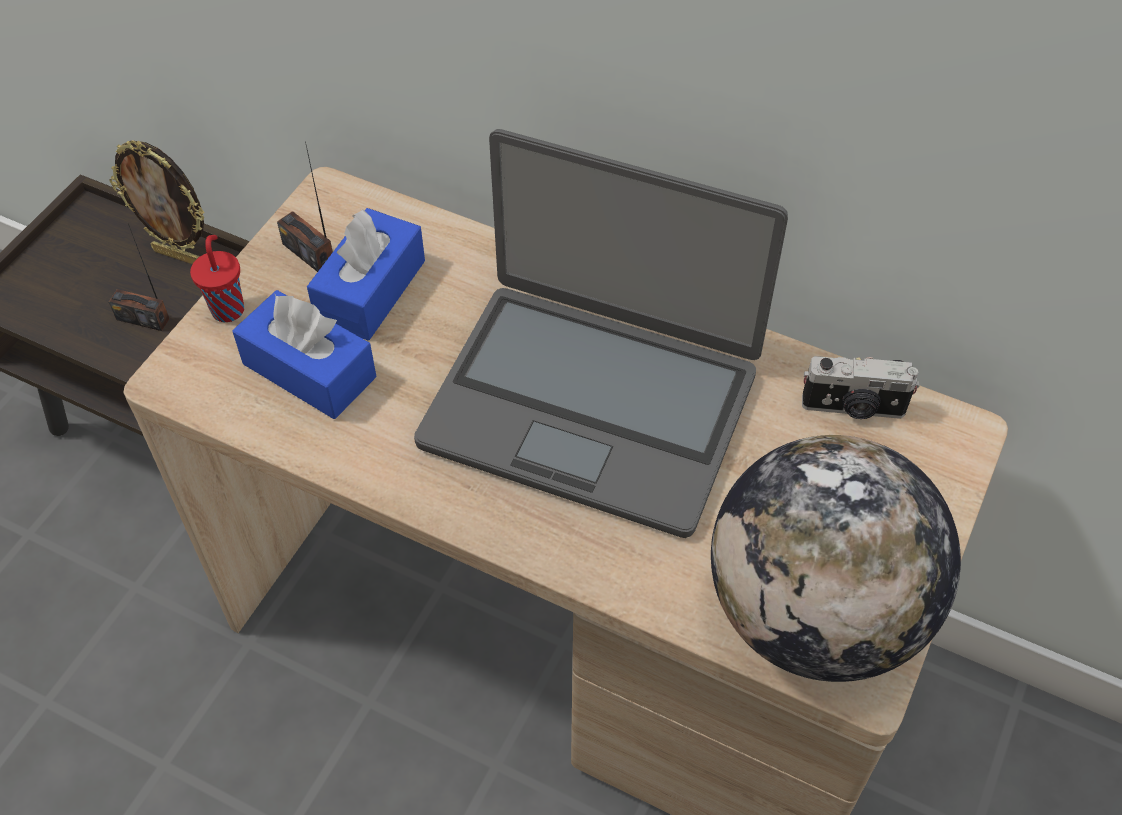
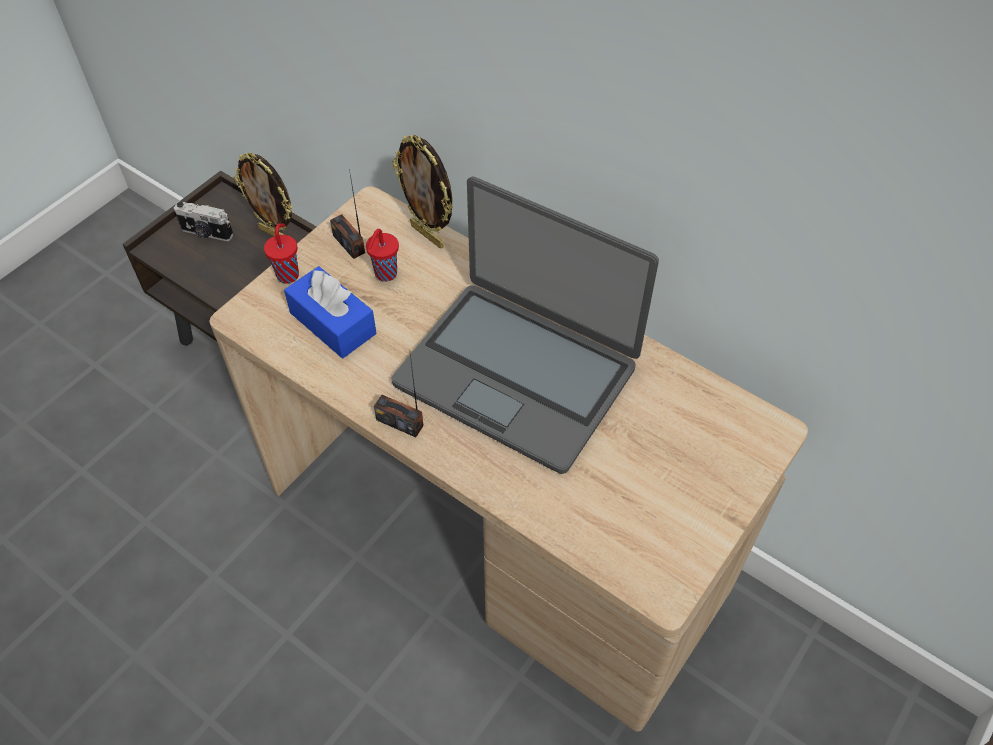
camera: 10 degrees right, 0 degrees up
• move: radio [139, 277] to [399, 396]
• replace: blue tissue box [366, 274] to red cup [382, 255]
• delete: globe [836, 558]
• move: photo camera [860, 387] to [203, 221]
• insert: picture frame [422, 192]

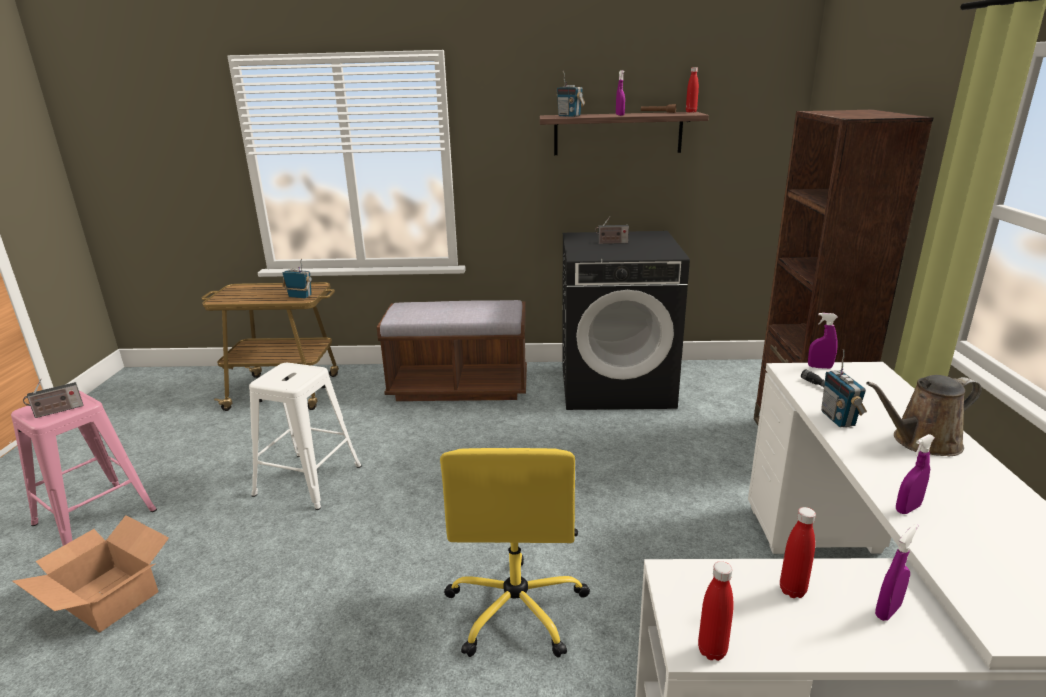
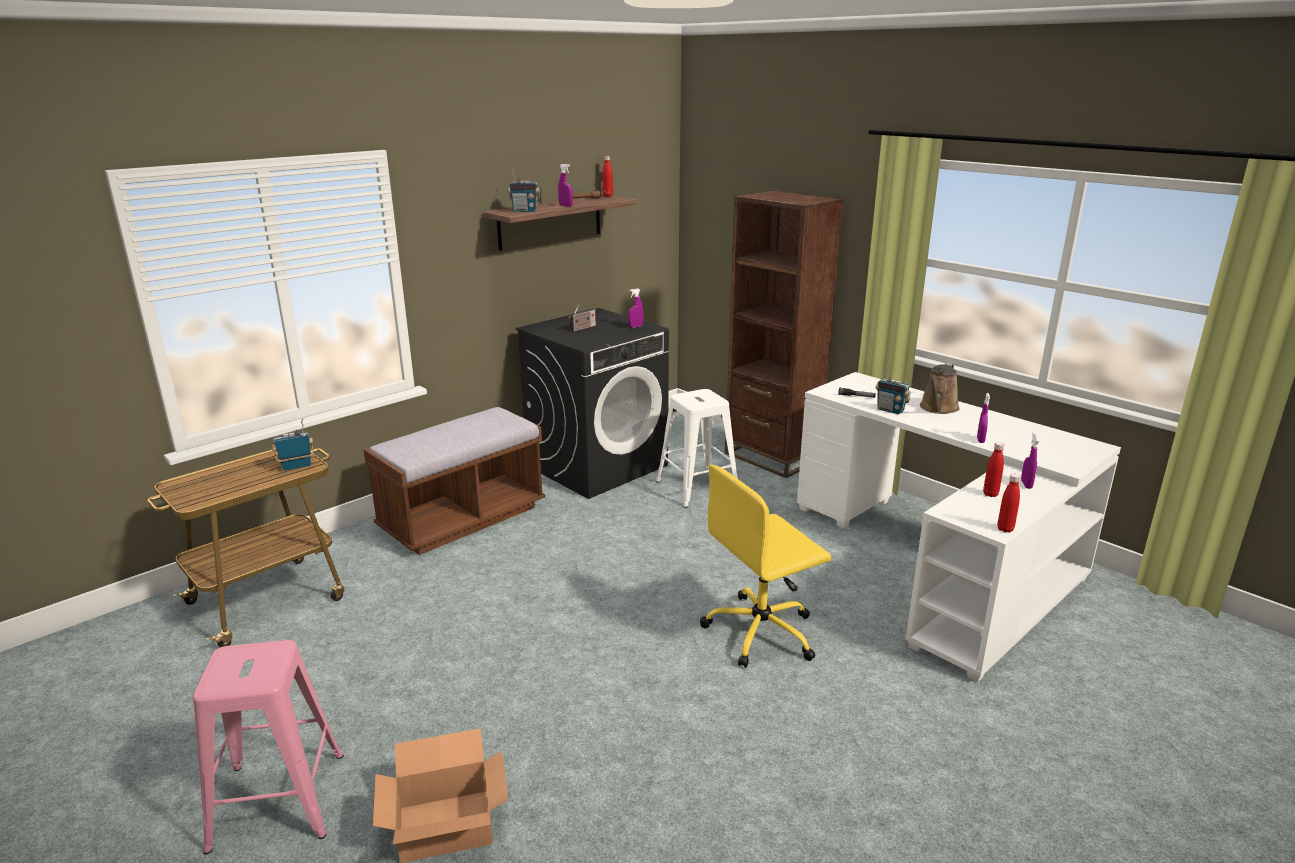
camera: 45 degrees left, 0 degrees up
• delete: radio [53, 398]
• move: white stool [305, 436] to [696, 448]
• rotate: yellow office chair [515, 553] = [765, 566] 105 degrees clockwise
• move: purple spray bottle [823, 341] to [636, 308]

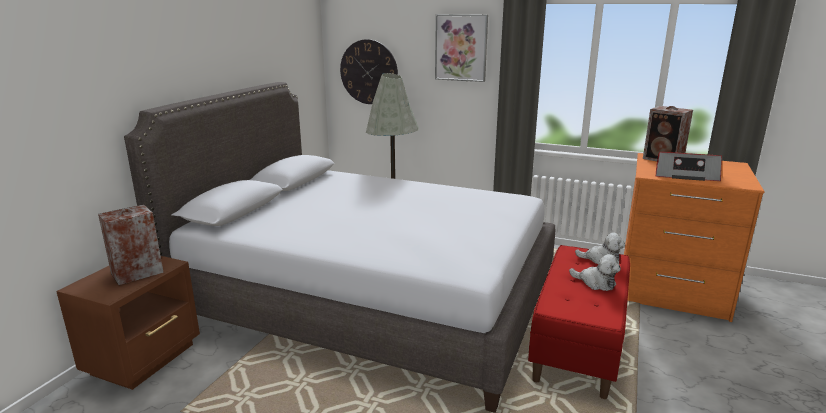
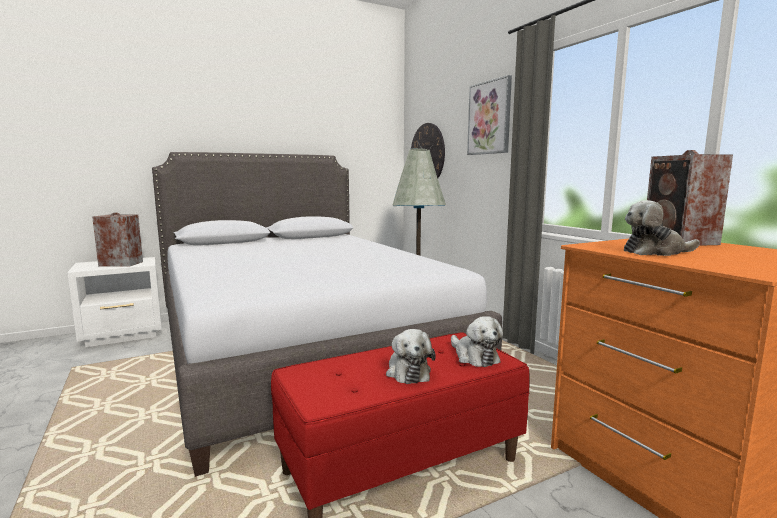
camera: 40 degrees right, 10 degrees down
• recolor: brown nightstand [128, 323] to white nightstand [114, 302]
• replace: radio [689, 166] to plush toy [662, 228]

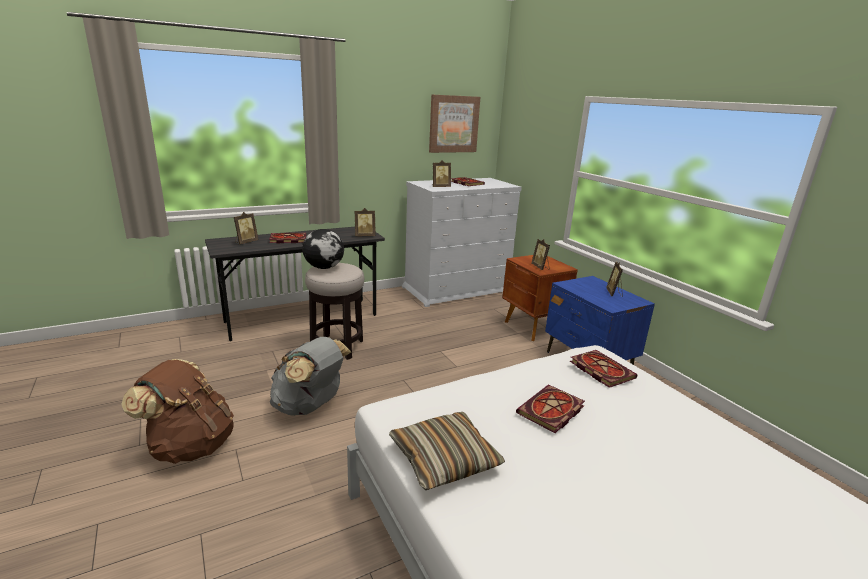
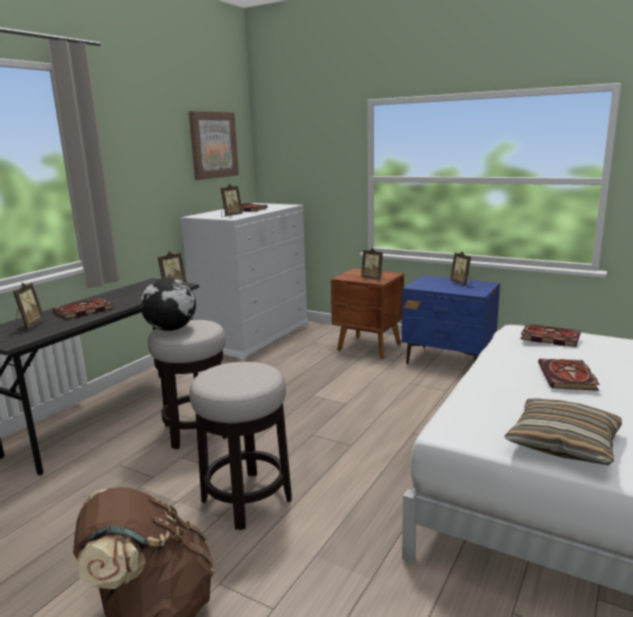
camera: 30 degrees left, 5 degrees down
• replace: grey backpack [310, 376] to stool [240, 446]

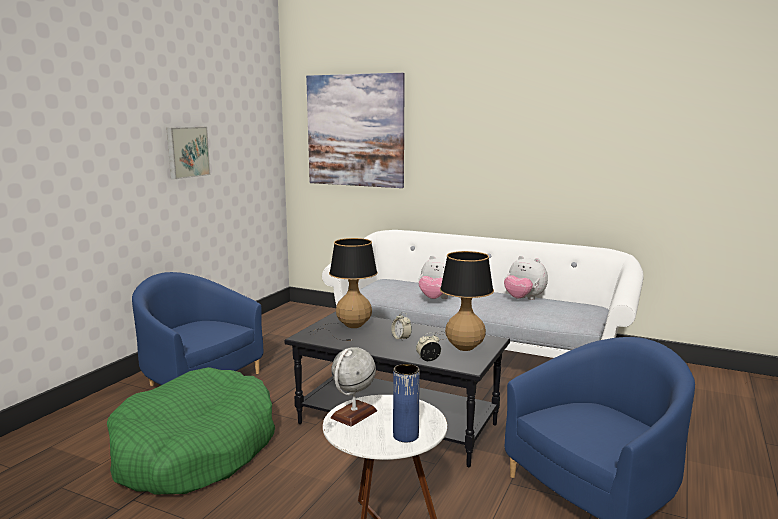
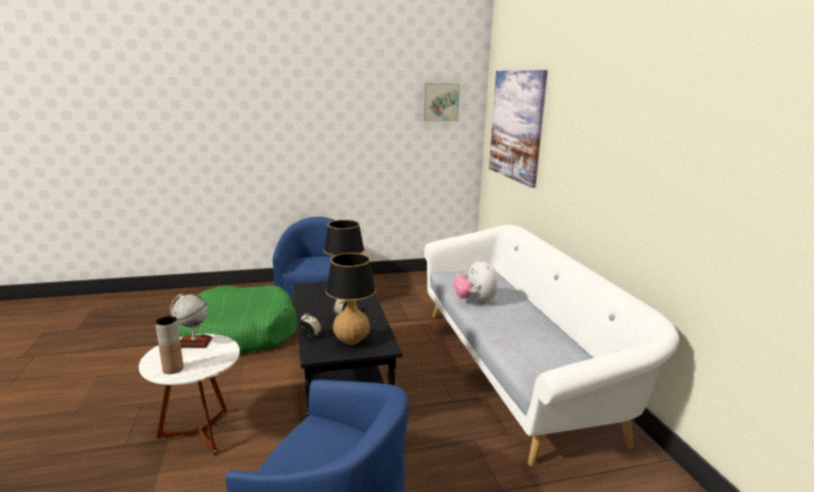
camera: 50 degrees right, 5 degrees up
• move: picture [188, 153] to [441, 102]
• recolor: blue vase [406, 403] to brown vase [169, 345]
• delete: plush toy [526, 278]

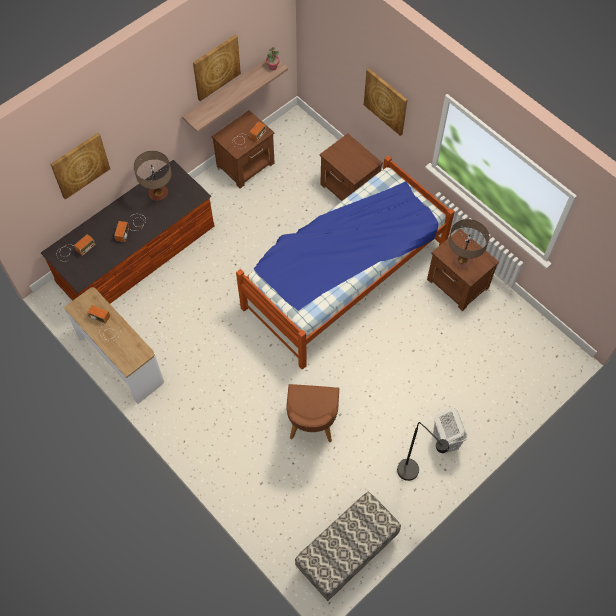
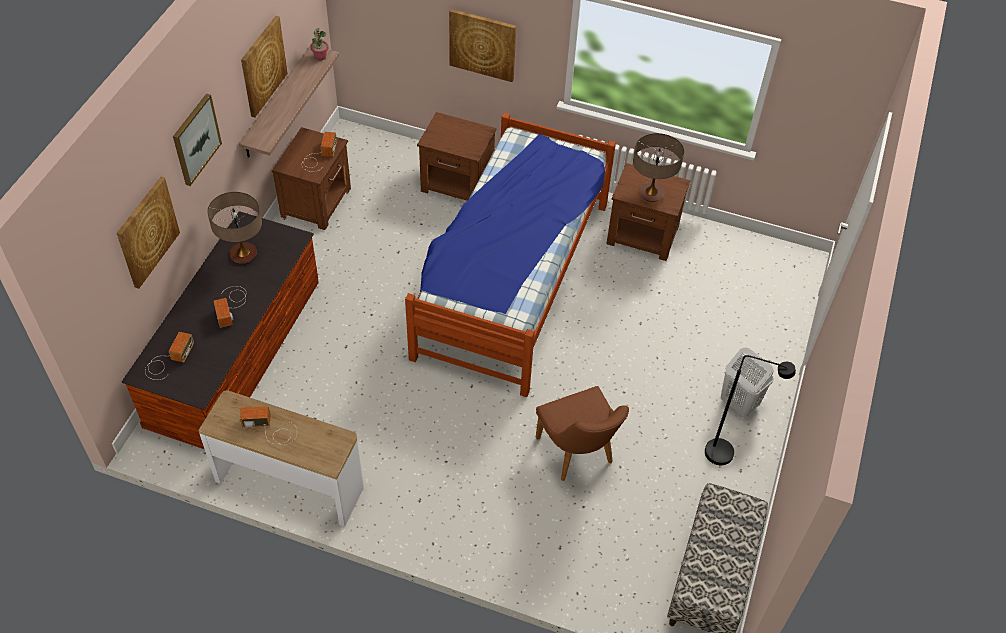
camera: 30 degrees left, 10 degrees down
• insert: picture [197, 139]

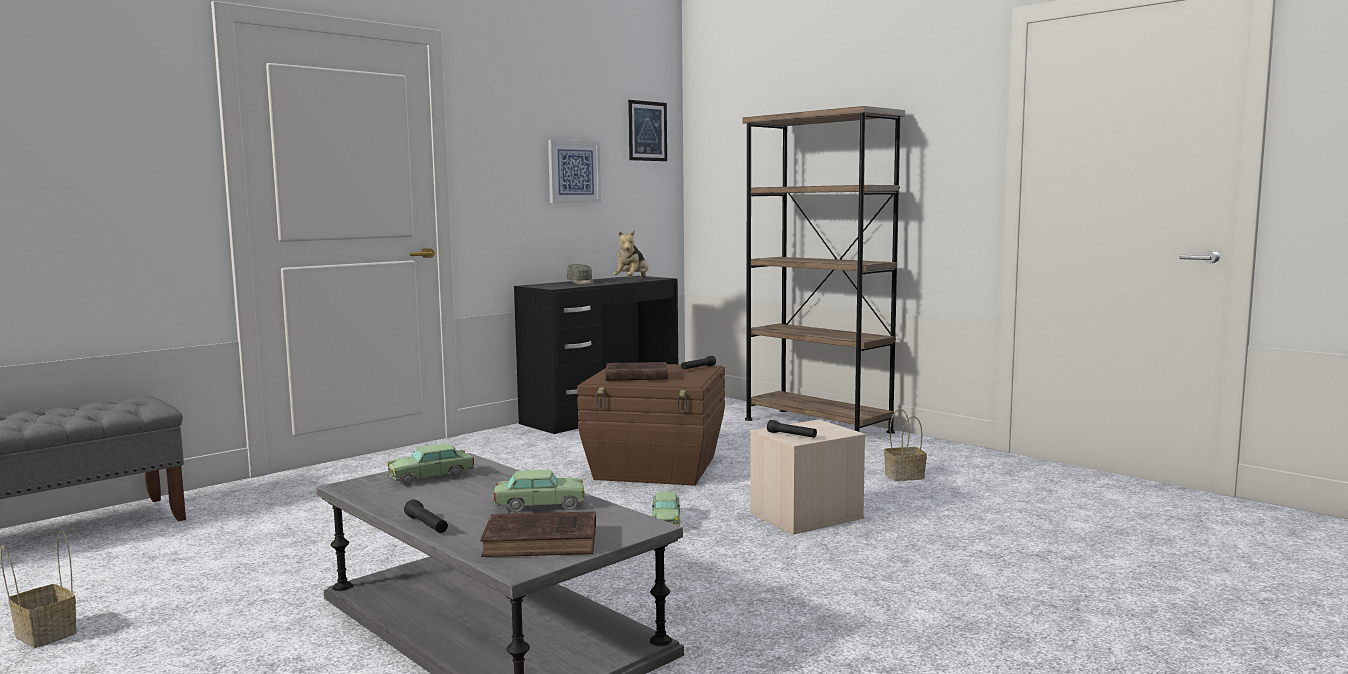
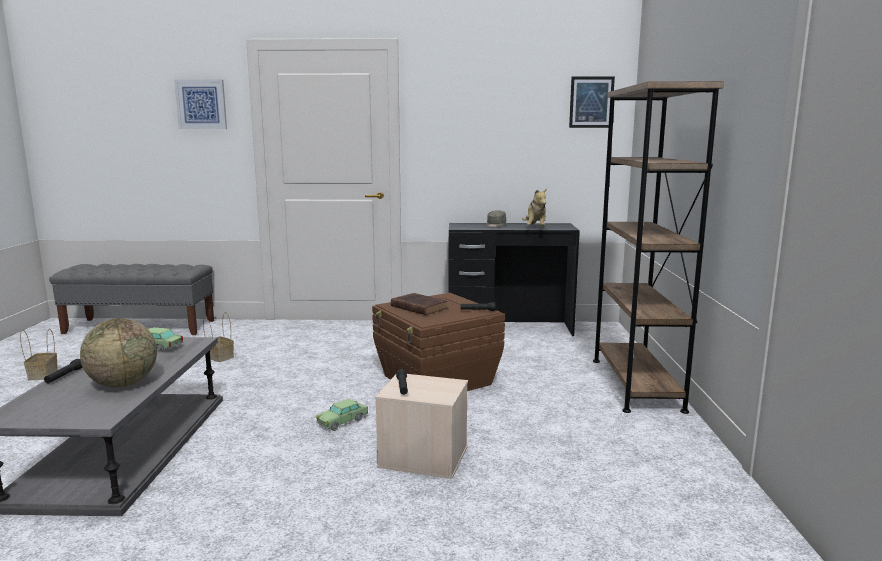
camera: 45 degrees right, 5 degrees up
• delete: brown book [538, 534]
• replace: toy car [539, 491] to globe [118, 352]
• move: picture [574, 171] to [200, 104]
• rotate: plush toy [631, 254] = [534, 207] 60 degrees counterclockwise
• move: basket [905, 445] to [218, 337]

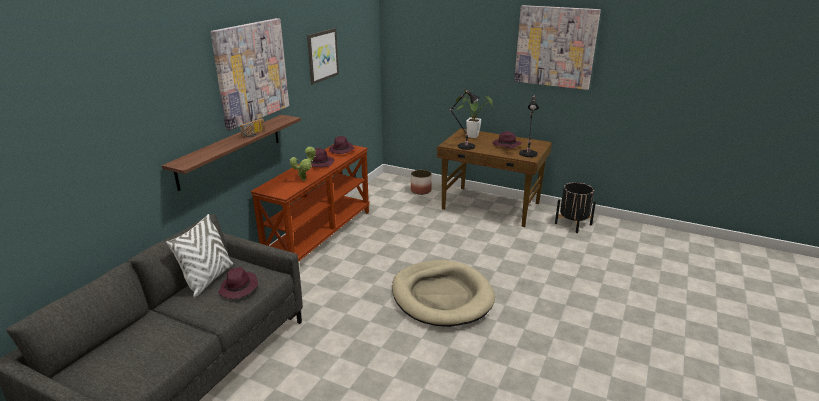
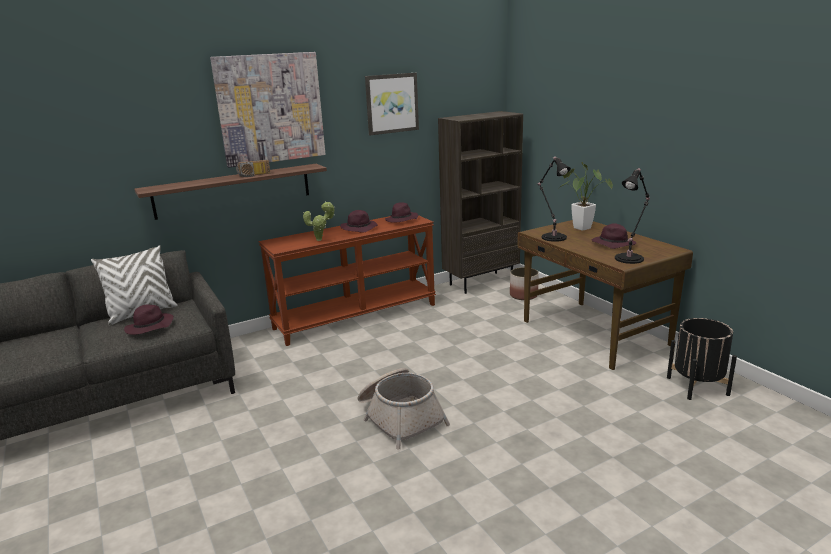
camera: 35 degrees right, 5 degrees down
• replace: beige dog bed [443, 293] to basket [404, 409]
• delete: picture [557, 47]
• insert: brown bookcase [480, 202]

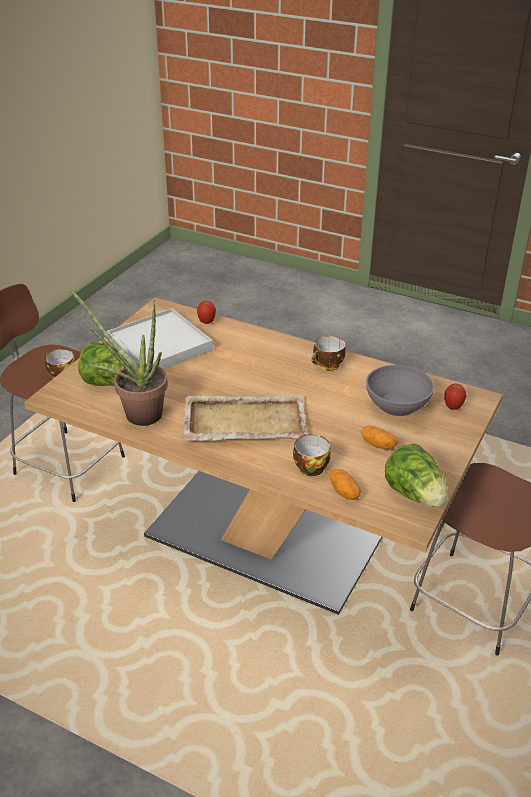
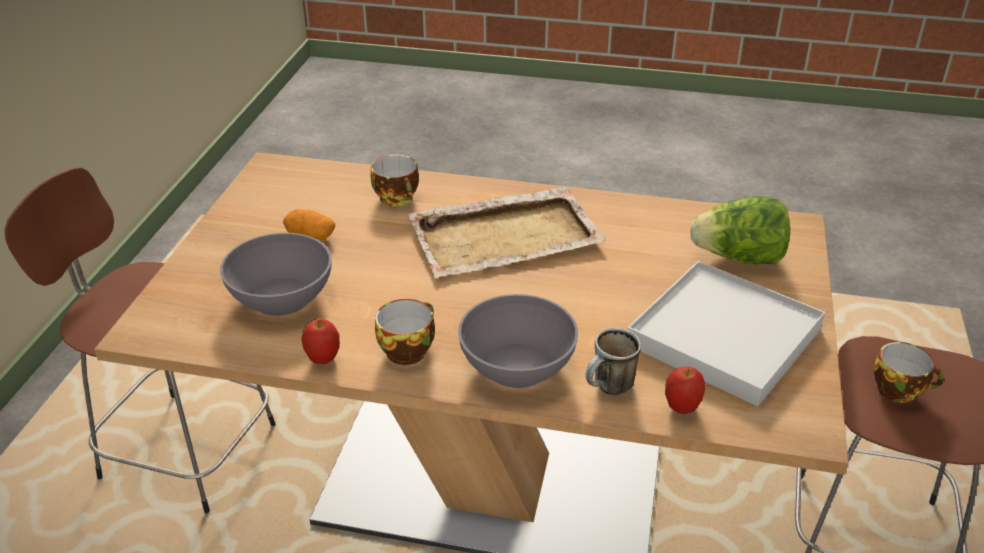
camera: 165 degrees right, 0 degrees up
• delete: potted plant [118, 357]
• delete: potato [345, 484]
• delete: lettuce [416, 475]
• move: apple [455, 396] to [321, 341]
• insert: grey bowl [518, 341]
• insert: mug [613, 361]

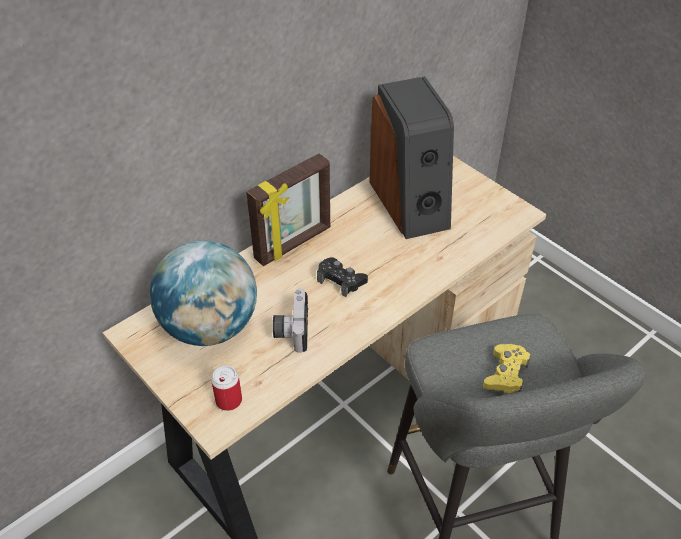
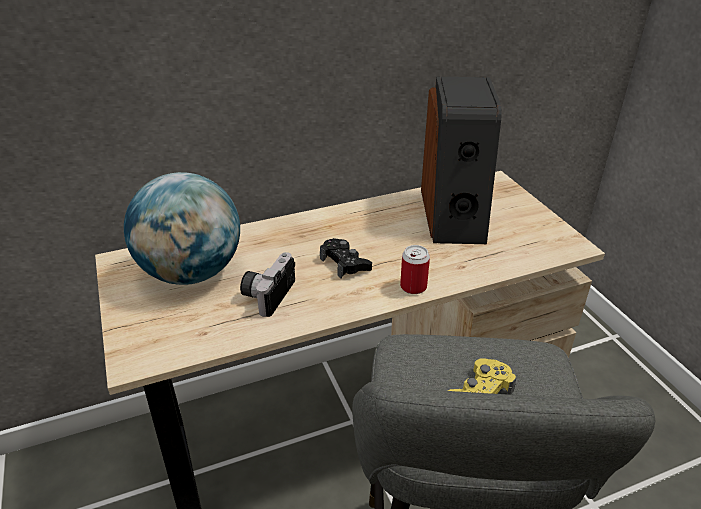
camera: 20 degrees right, 10 degrees down
• move: can [226, 388] to [415, 269]
• delete: picture frame [288, 209]

